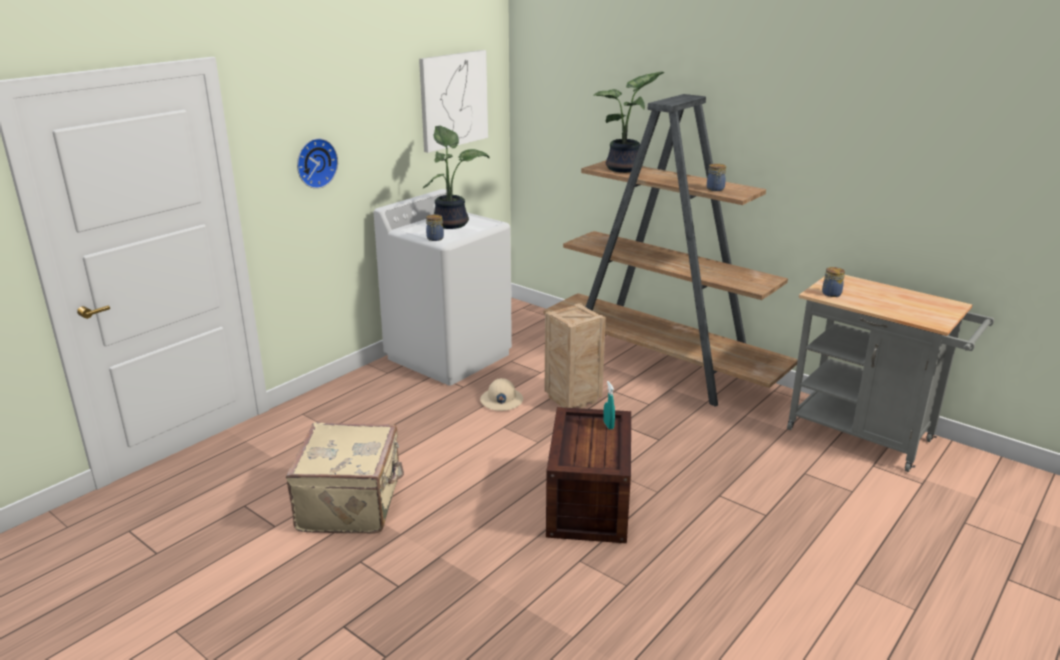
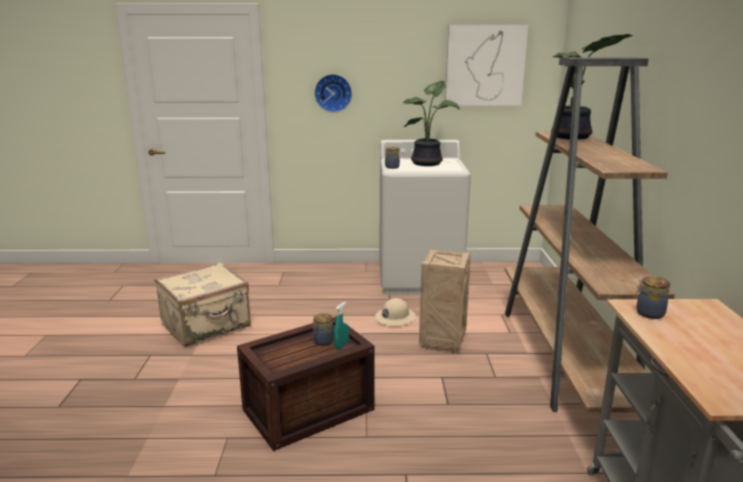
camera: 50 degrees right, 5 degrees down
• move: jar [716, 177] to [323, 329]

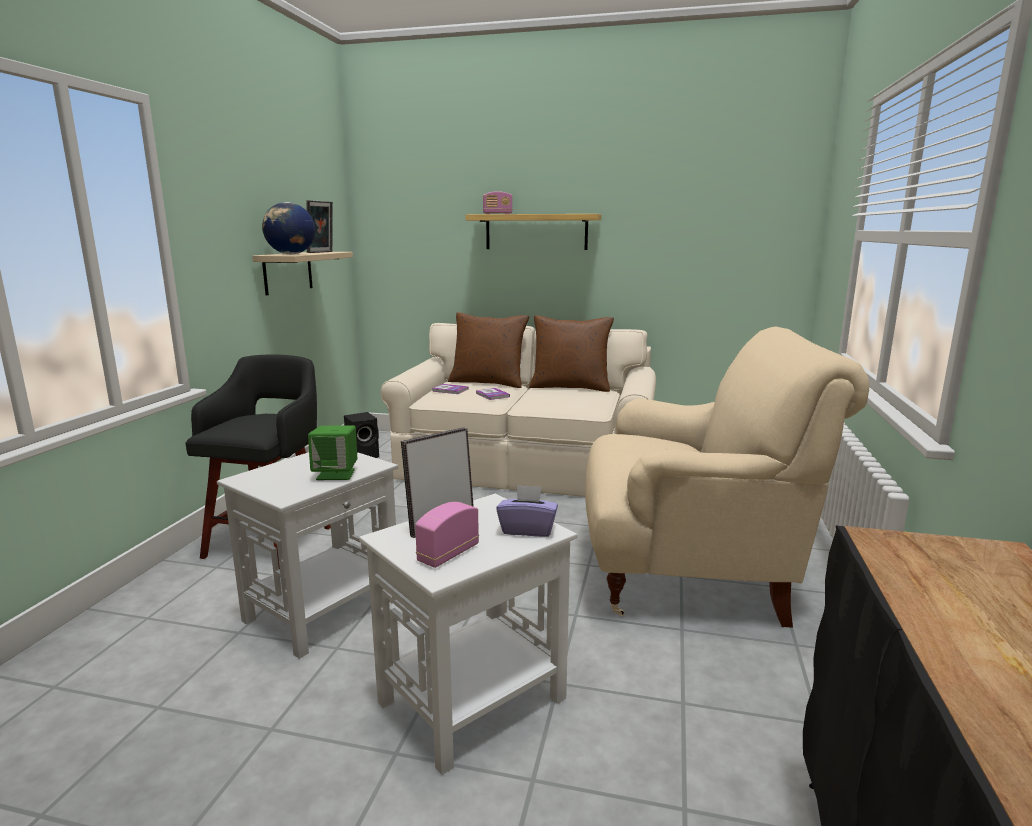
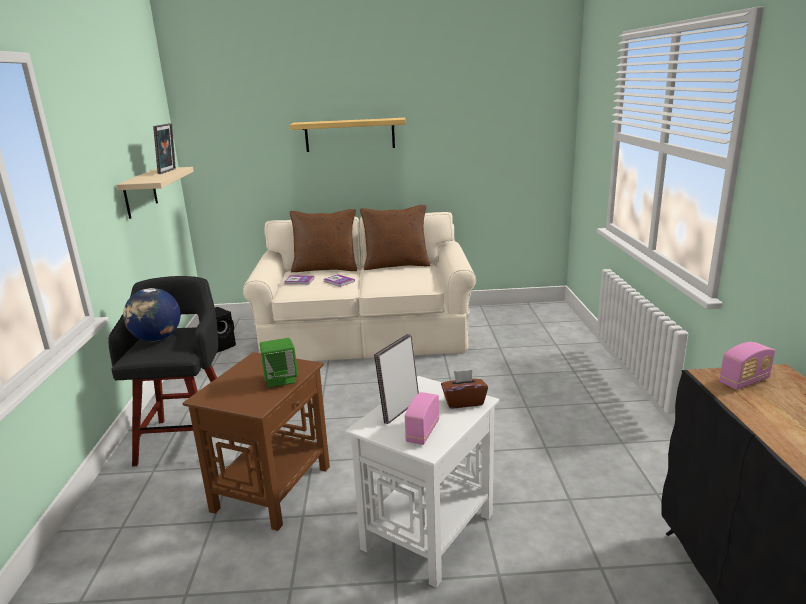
camera: 15 degrees left, 5 degrees up
• recolor: white side table [307, 555] to brown side table [256, 441]
• move: globe [288, 228] to [152, 314]
• move: radio [497, 202] to [747, 366]
• recolor: purple tissue box [527, 511] to brown tissue box [464, 389]
• delete: beige armchair [727, 477]

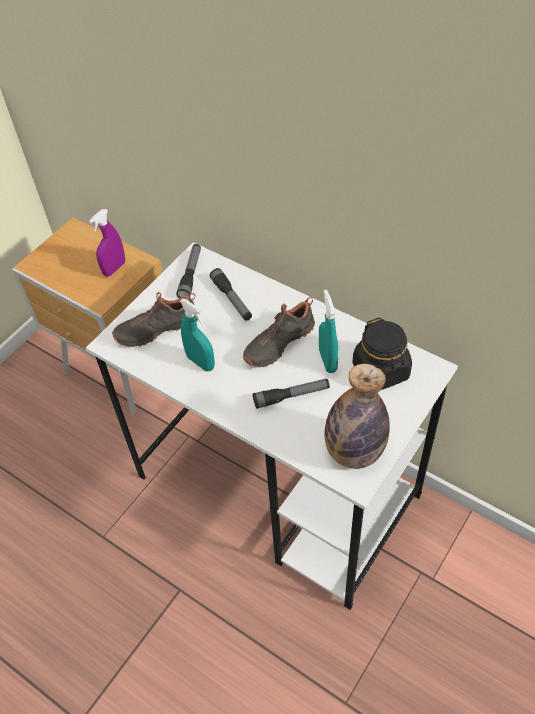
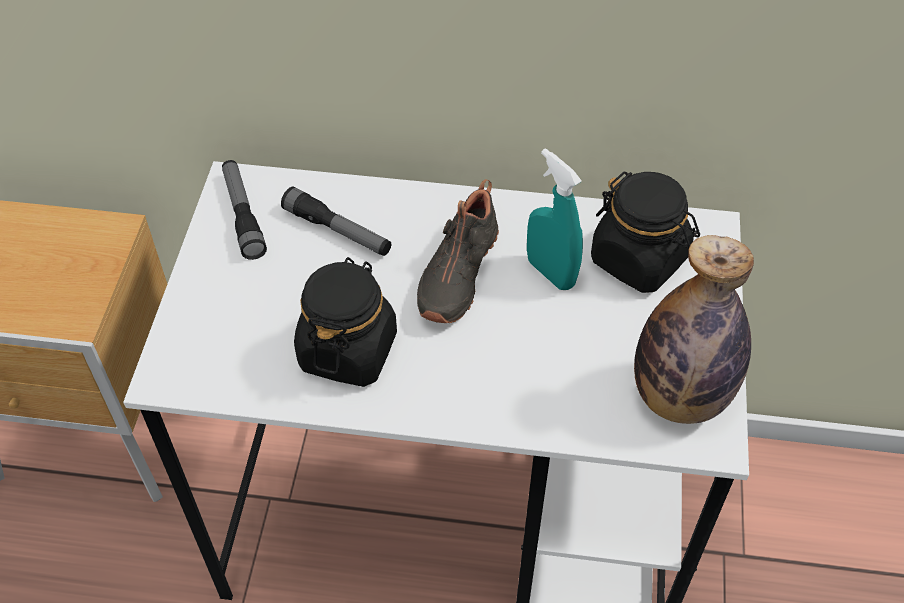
camera: 30 degrees left, 0 degrees up
• delete: purple spray bottle [107, 243]
• delete: black shoe [155, 319]
• replace: turquoise spray bottle [197, 334] to black jar [345, 322]
• delete: flashlight [291, 394]

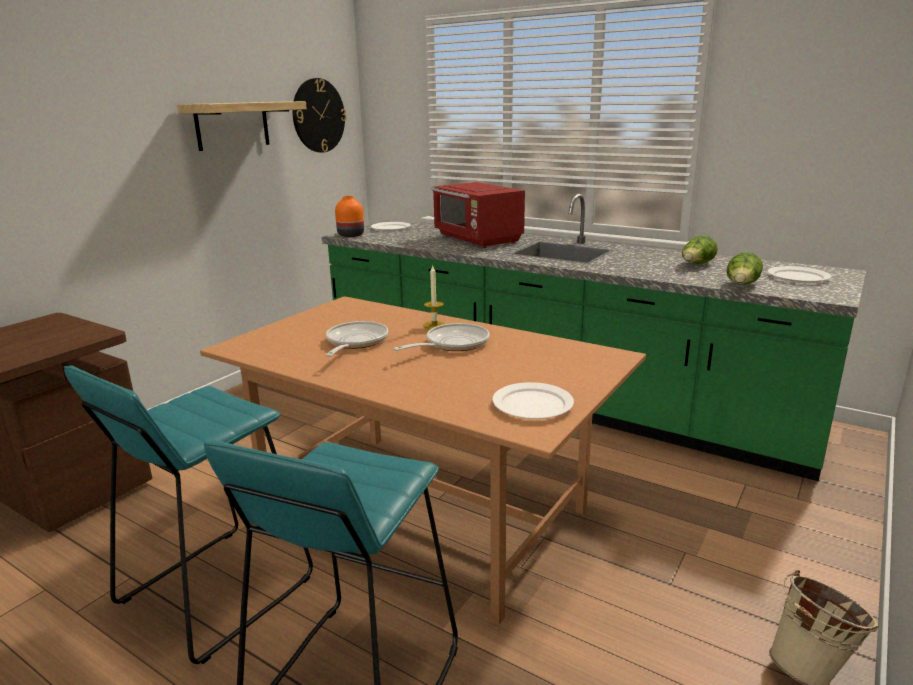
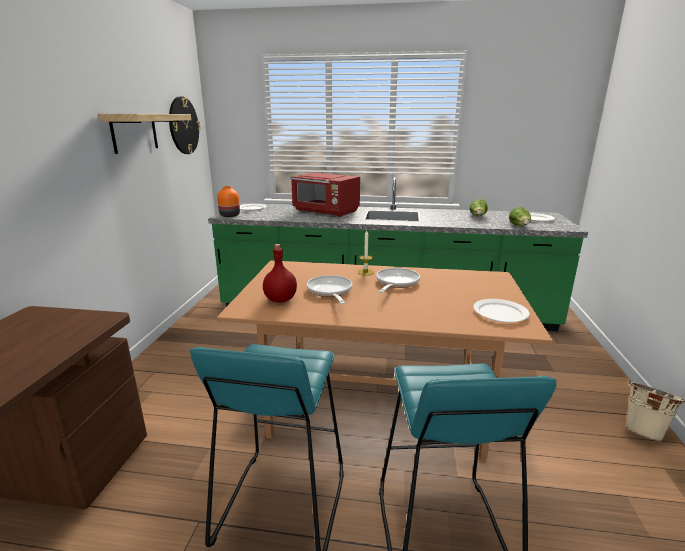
camera: 25 degrees left, 0 degrees up
• insert: red bottle [280, 273]

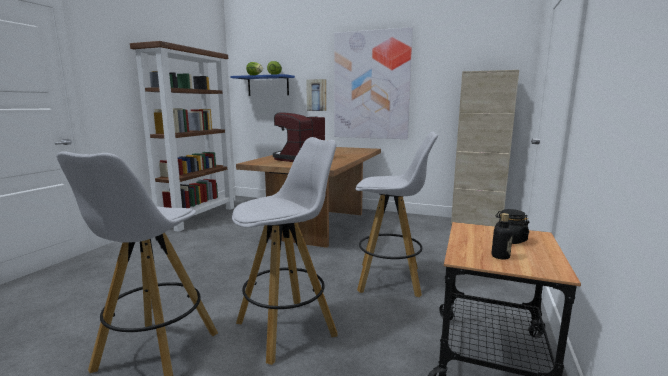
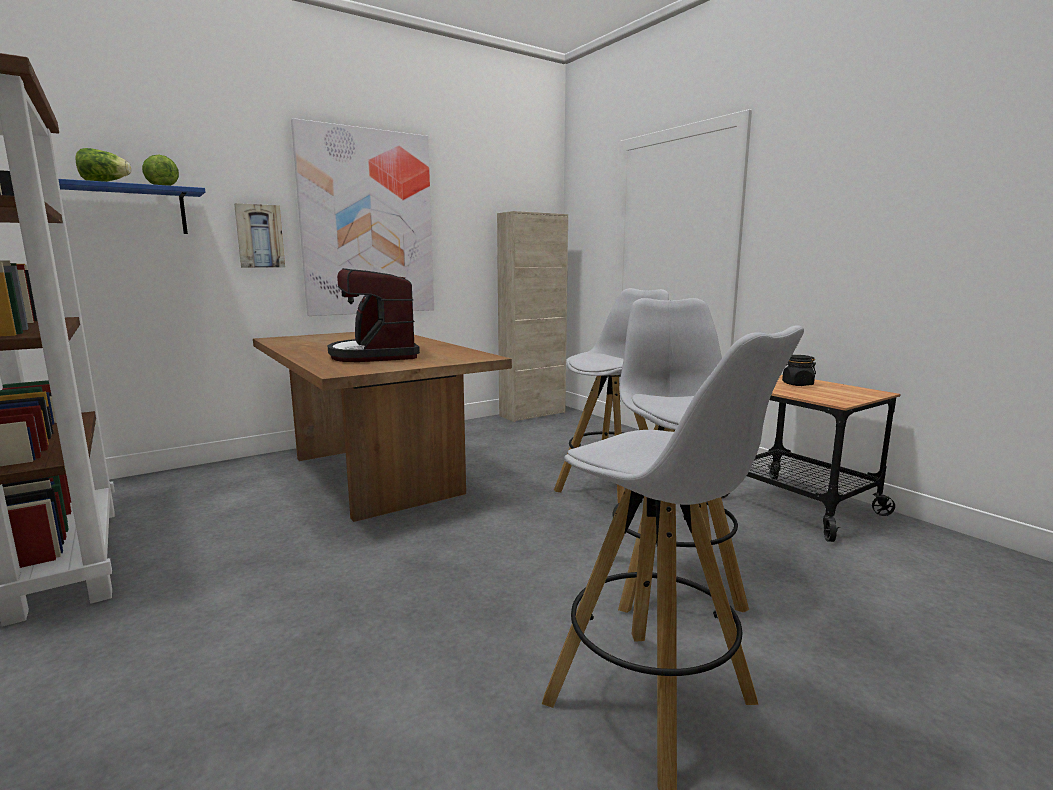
camera: 55 degrees left, 0 degrees up
• delete: bottle [502, 236]

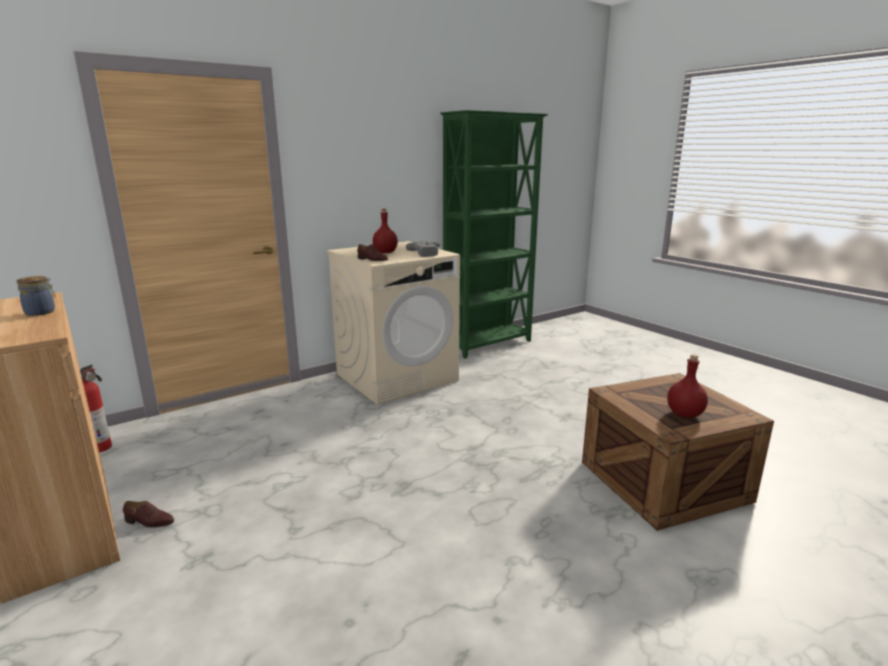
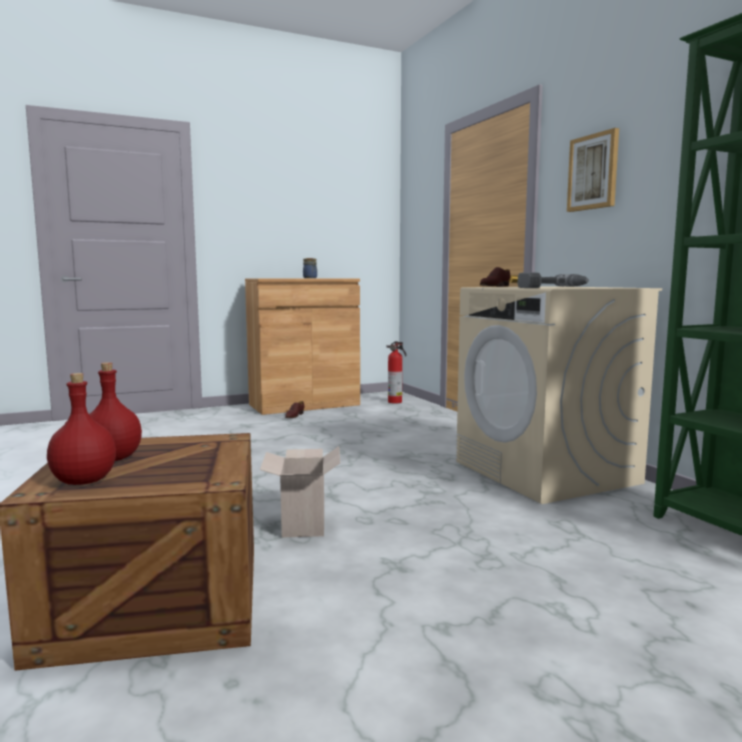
camera: 100 degrees right, 10 degrees down
• move: red bottle [385, 231] to [81, 429]
• insert: cardboard box [300, 491]
• insert: picture [593, 170]

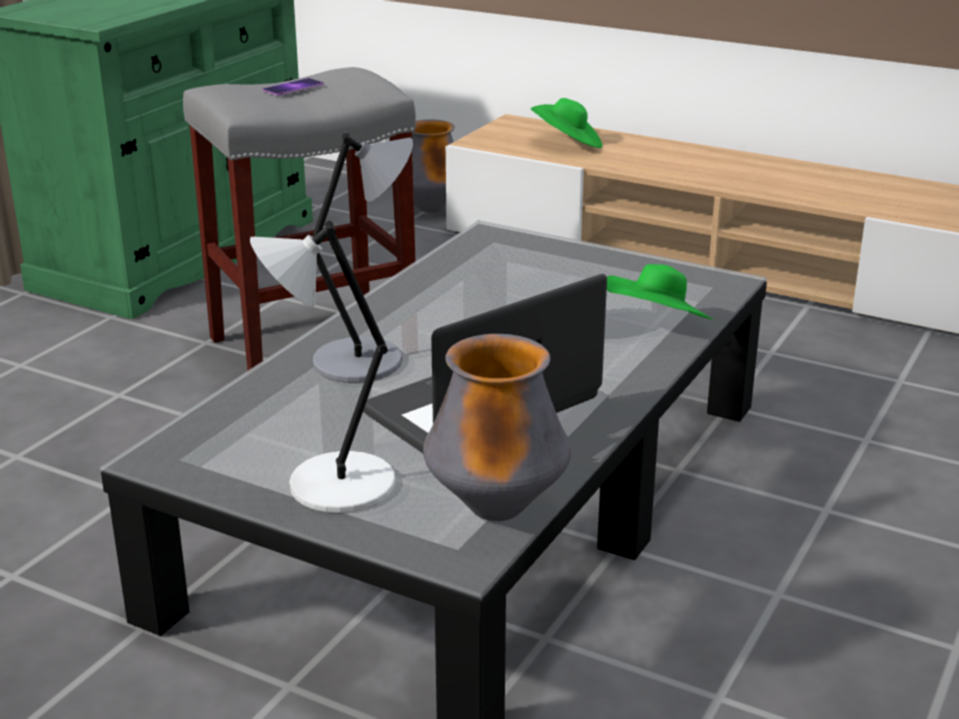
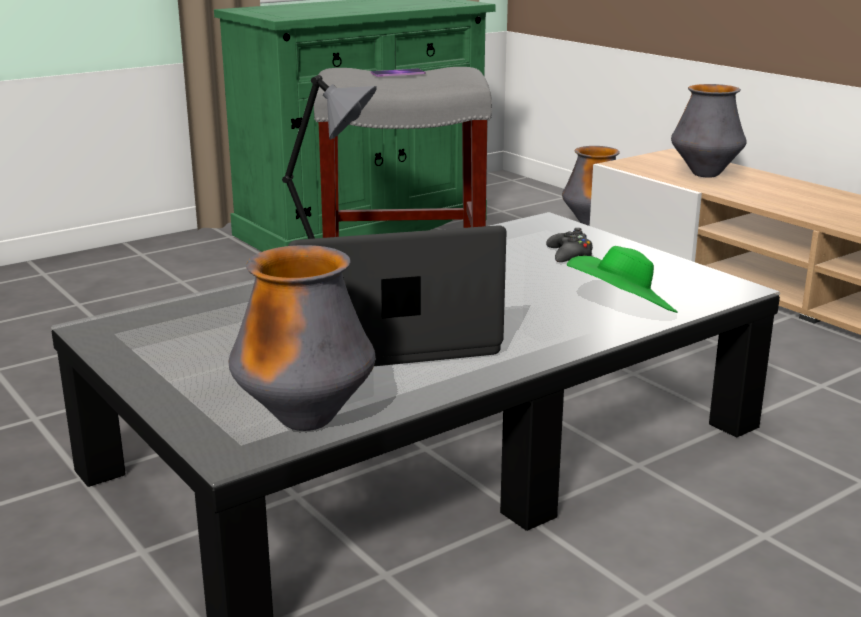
camera: 25 degrees right, 5 degrees down
• delete: grey table lamp [322, 367]
• replace: green hat [566, 123] to vase [709, 131]
• insert: black game controller [569, 245]

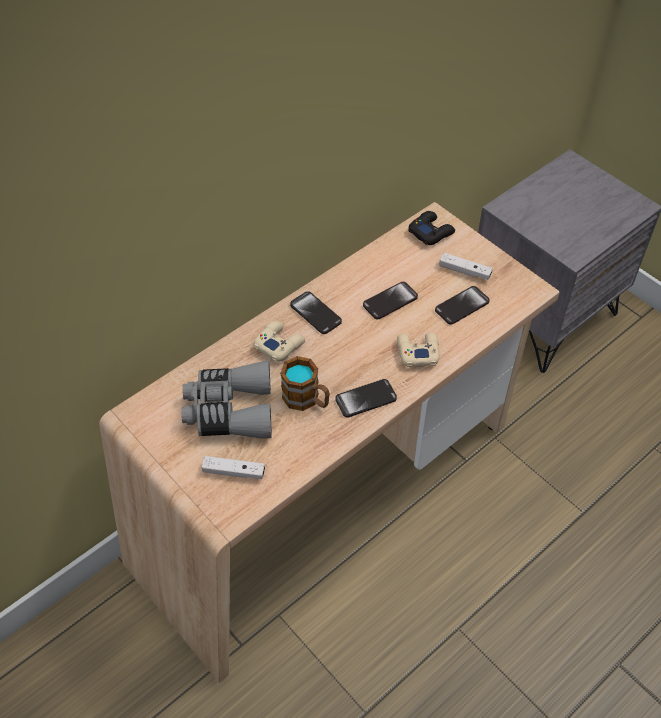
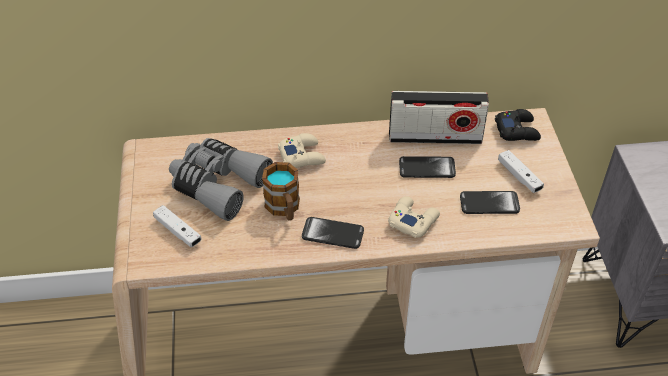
camera: 35 degrees right, 5 degrees down
• delete: phone [316, 312]
• insert: radio [439, 117]

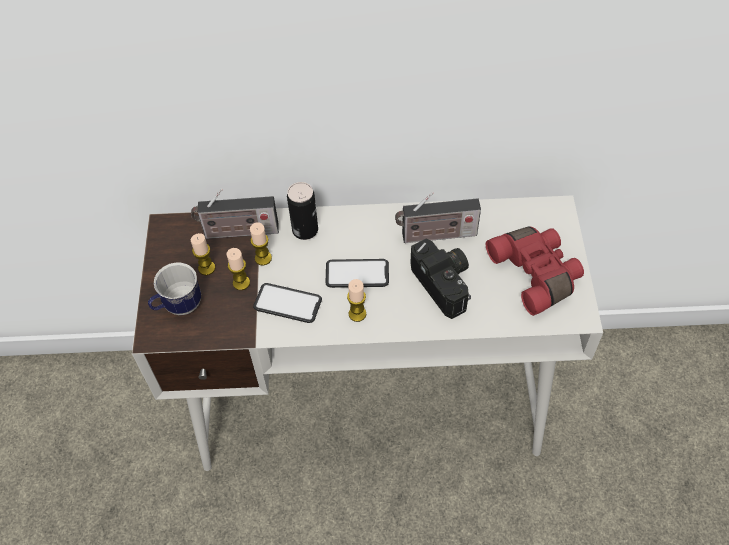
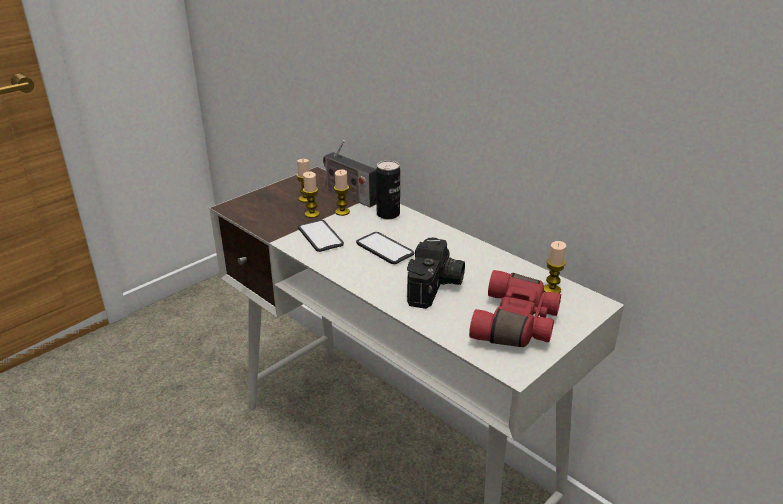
camera: 45 degrees right, 25 degrees down
• delete: mug [174, 288]
• move: candle [356, 300] to [555, 267]
• delete: radio [438, 217]

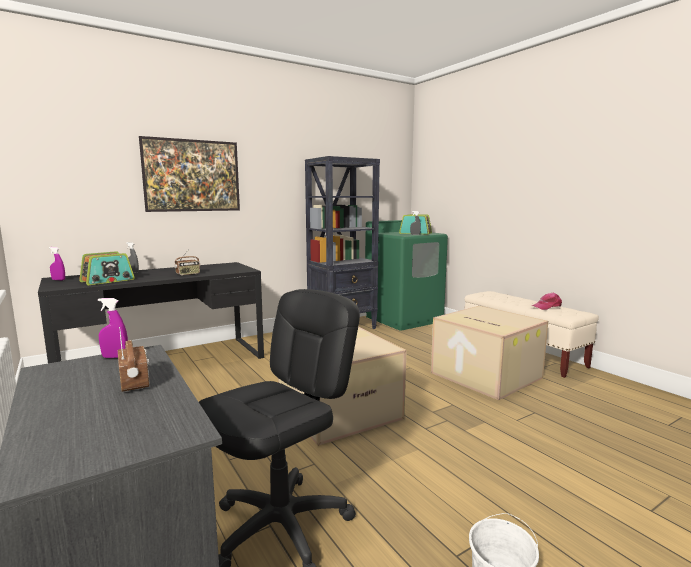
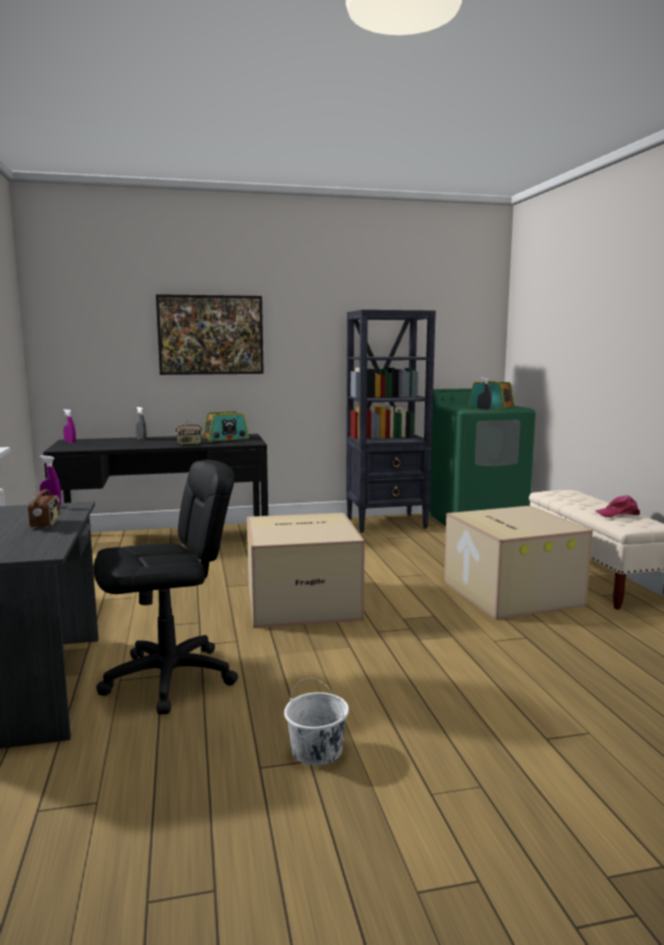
camera: 20 degrees right, 0 degrees up
• move: radio [107, 268] to [226, 426]

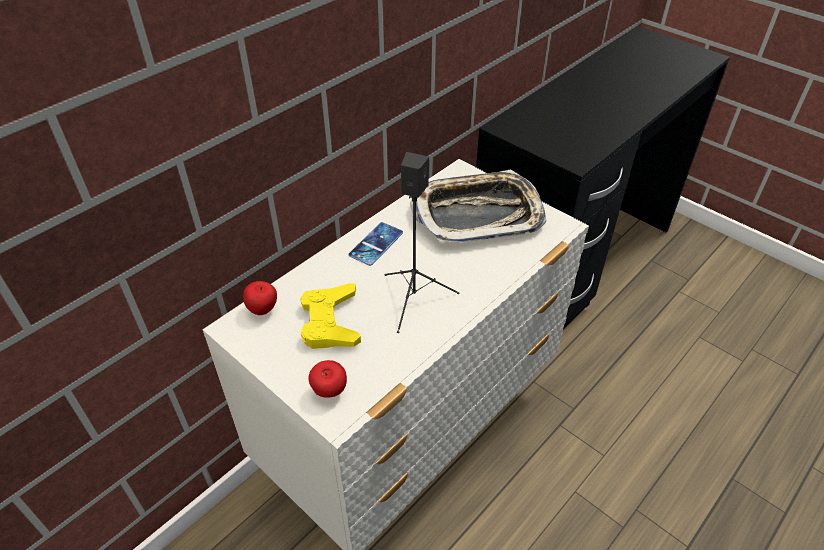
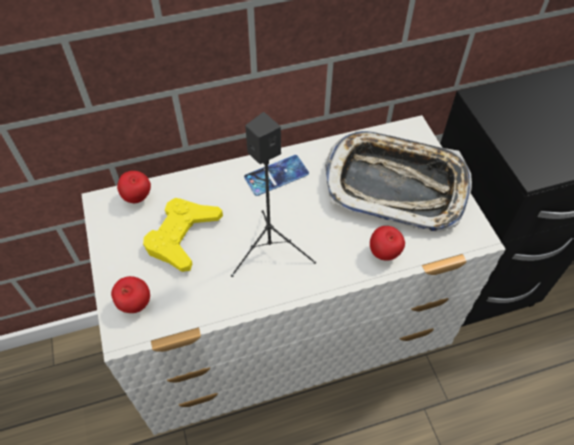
camera: 30 degrees right, 10 degrees up
• insert: apple [387, 243]

